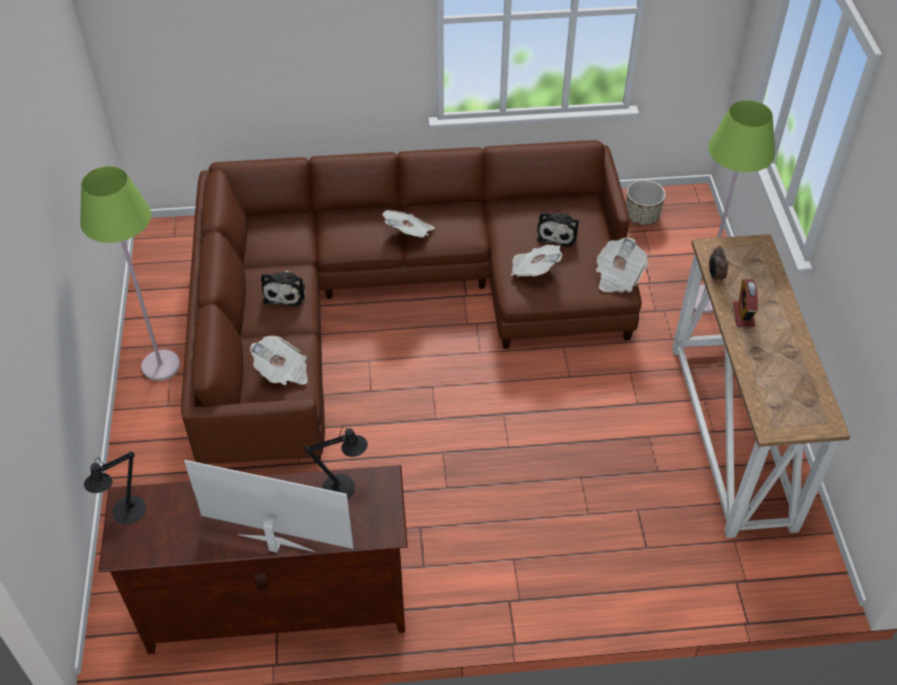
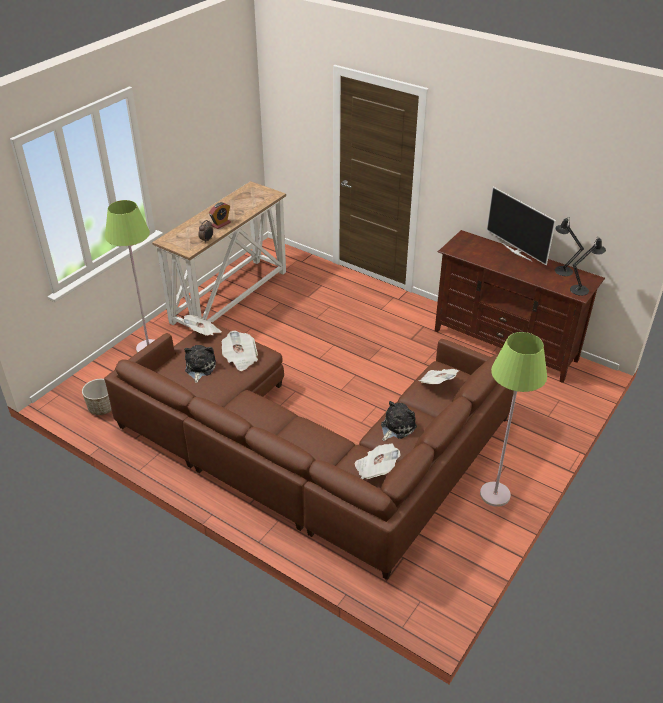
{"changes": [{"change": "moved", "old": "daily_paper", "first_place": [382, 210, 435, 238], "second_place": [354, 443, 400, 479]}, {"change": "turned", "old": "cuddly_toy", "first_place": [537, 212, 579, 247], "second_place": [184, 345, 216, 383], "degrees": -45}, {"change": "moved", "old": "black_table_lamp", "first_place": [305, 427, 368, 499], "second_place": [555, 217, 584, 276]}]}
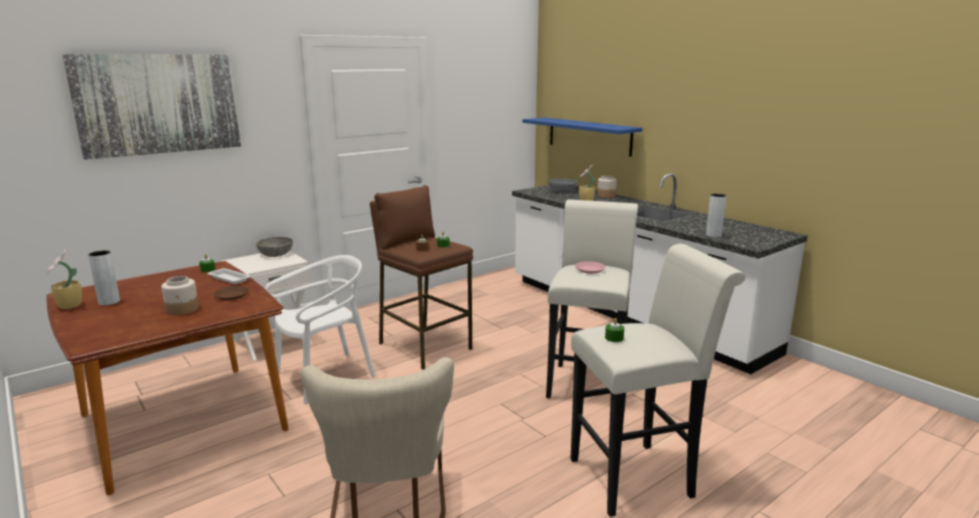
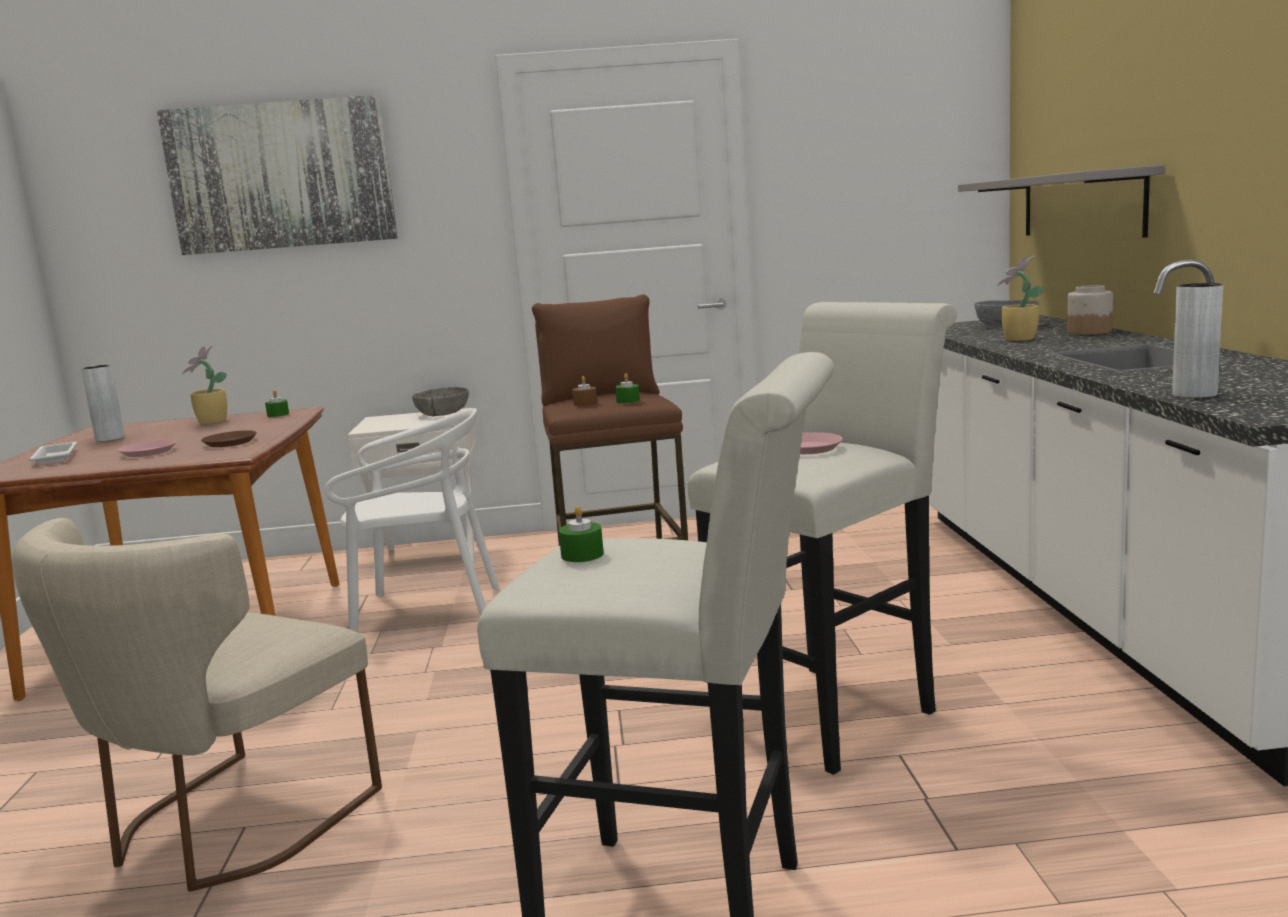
{"changes": [{"change": "recoloured", "old": "blue_bracket_shelf", "new": "gray_bracket_shelf", "first_place": [523, 118, 643, 157], "second_place": [958, 165, 1164, 237]}, {"change": "moved", "old": "potted_plant", "first_place": [47, 248, 82, 309], "second_place": [182, 345, 227, 424]}, {"change": "moved", "old": "white-coloured_carrying_tray", "first_place": [207, 268, 251, 284], "second_place": [29, 442, 77, 465]}, {"change": "replaced", "old": "storage_jar", "new": "pink-coloured_dinner_plate", "first_place": [161, 276, 199, 315], "second_place": [118, 440, 176, 457]}]}
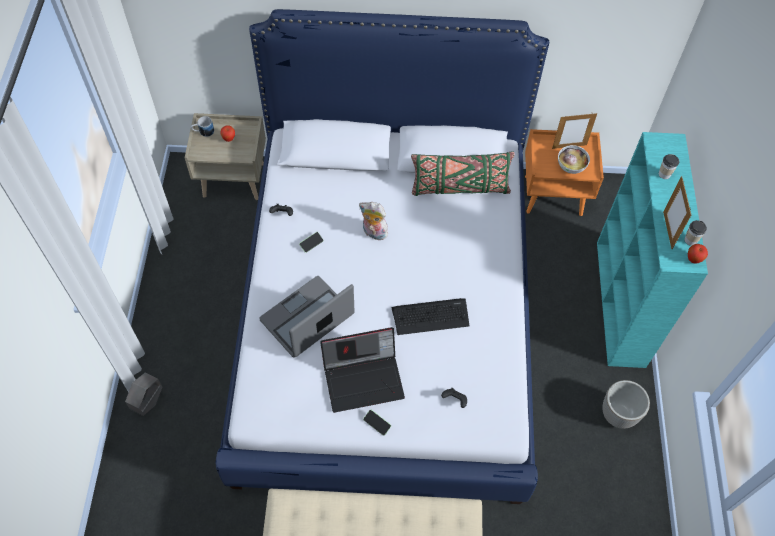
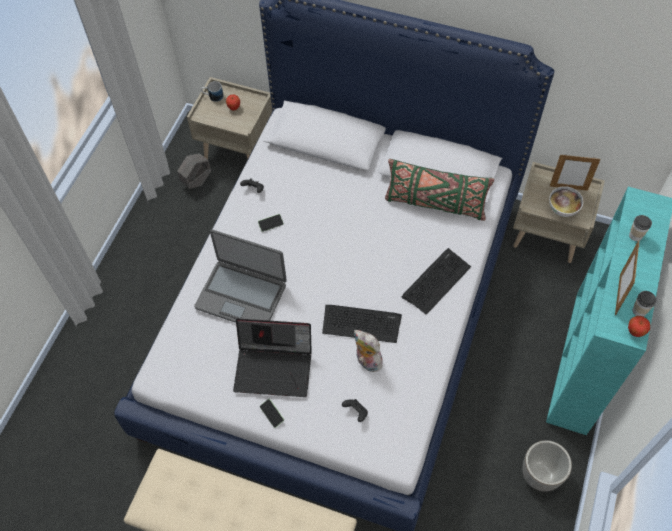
{"changes": [{"change": "recoloured", "old": "orange-coloured_nightstand", "new": "beige_nightstand", "first_place": [525, 129, 604, 216], "second_place": [513, 162, 605, 263]}, {"change": "moved", "old": "cuddly_toy", "first_place": [359, 202, 388, 240], "second_place": [354, 330, 382, 372]}, {"change": "turned", "old": "notebook_computer", "first_place": [259, 276, 355, 358], "second_place": [194, 229, 287, 323], "degrees": -135}, {"change": "moved", "old": "gray_plant_pot", "first_place": [125, 373, 162, 416], "second_place": [177, 153, 211, 189]}, {"change": "added", "new": "PC_keyboard", "second_place": [402, 248, 471, 315]}]}
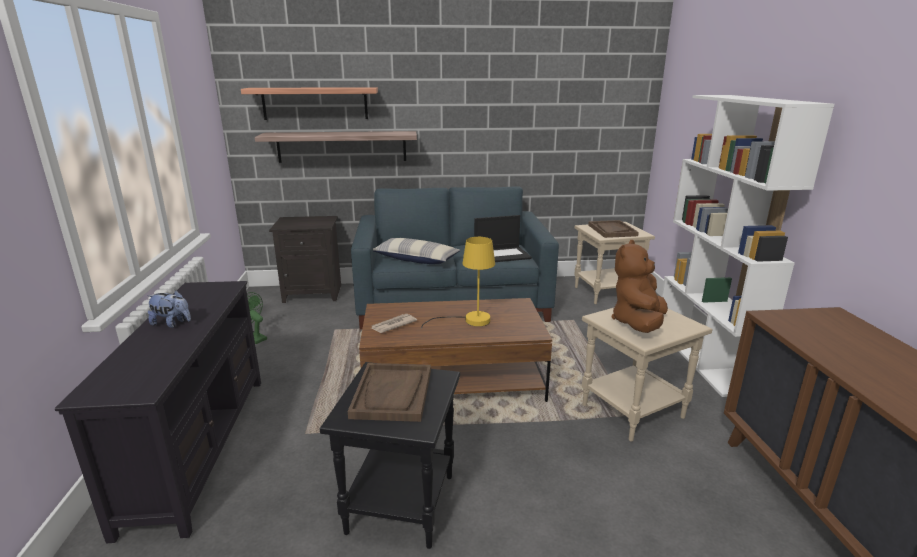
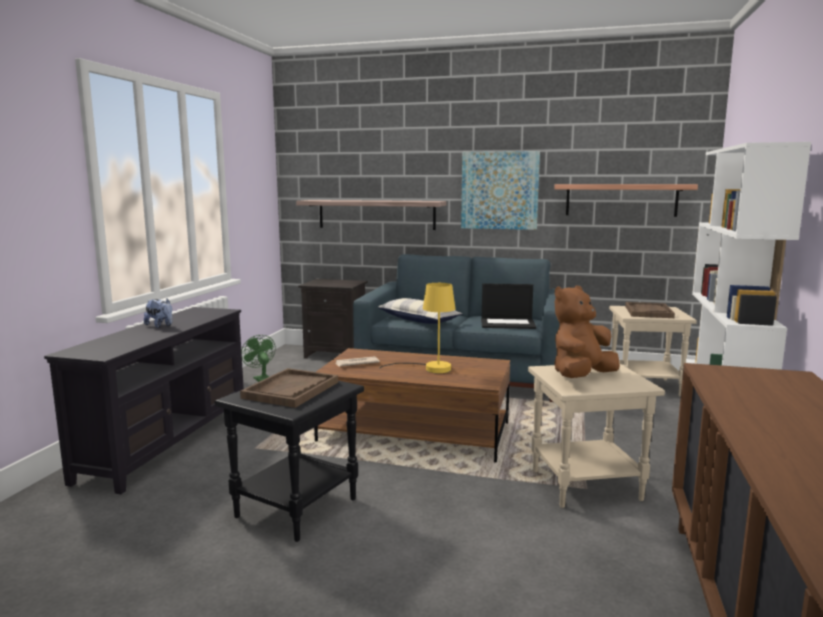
{"changes": [{"change": "moved", "old": "bracket_shelf", "first_place": [241, 87, 378, 120], "second_place": [554, 184, 698, 217]}, {"change": "added", "new": "wall_art", "second_place": [461, 151, 540, 230]}]}
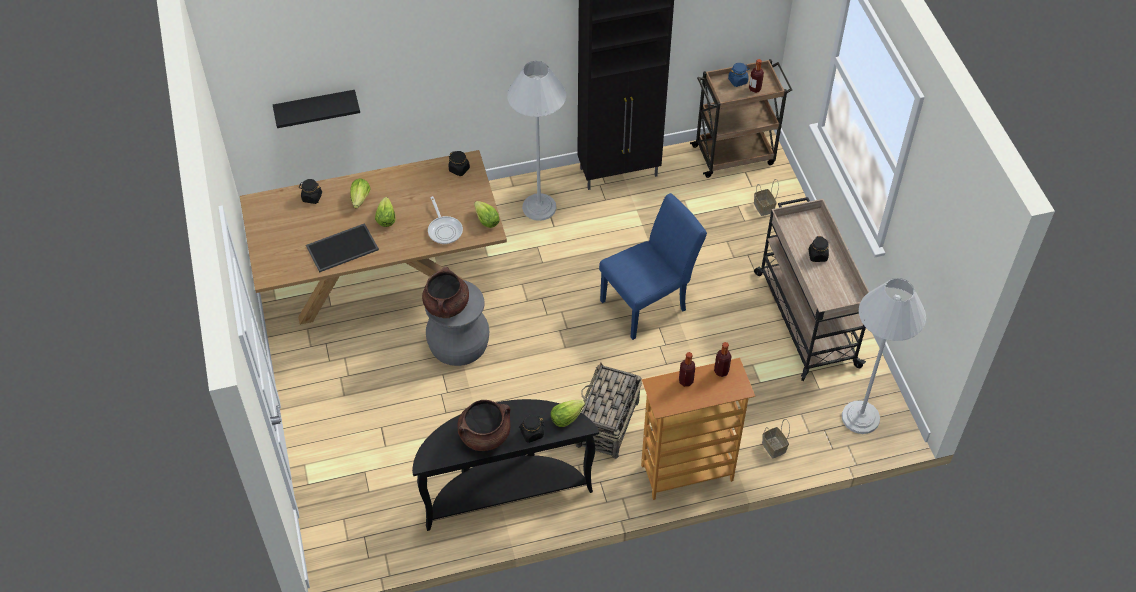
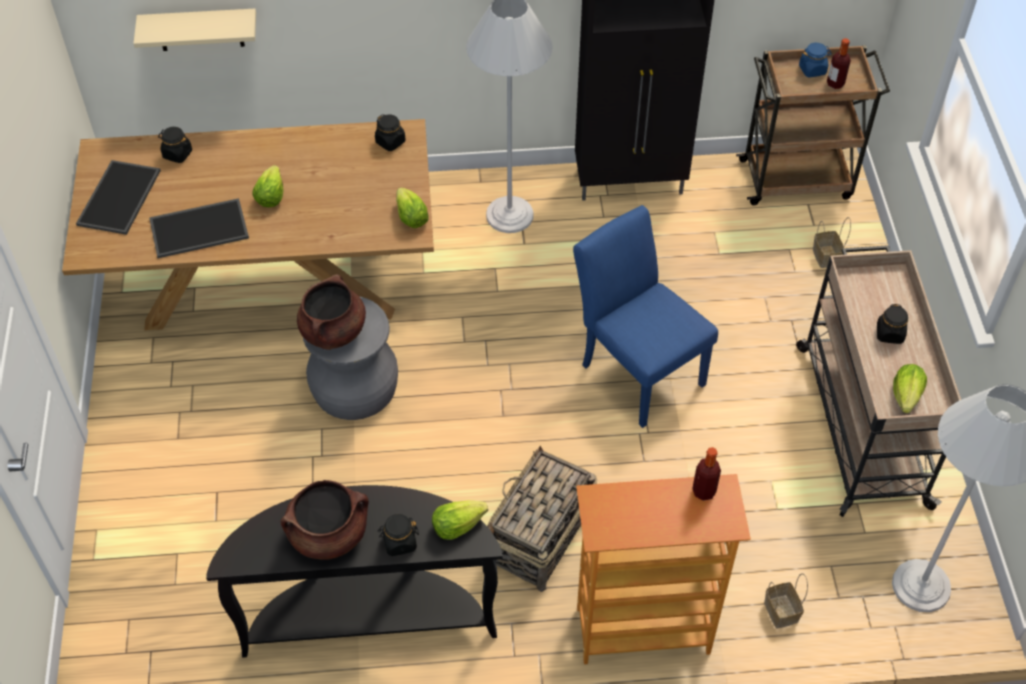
{"changes": [{"change": "recoloured", "old": "black_bracket_shelf", "new": "beige_bracket_shelf", "first_place": [273, 90, 360, 128], "second_place": [133, 9, 256, 51]}, {"change": "moved", "old": "head_of_lettuce", "first_place": [350, 178, 371, 208], "second_place": [893, 364, 927, 413]}, {"change": "turned", "old": "blue_plain_chair", "first_place": [599, 193, 707, 340], "second_place": [573, 205, 718, 428], "degrees": -105}, {"change": "removed", "old": "skillet", "first_place": [428, 196, 463, 244]}, {"change": "removed", "old": "beverage_bottle", "first_place": [679, 352, 695, 387]}, {"change": "added", "new": "carrying_tray", "second_place": [76, 160, 161, 235]}]}
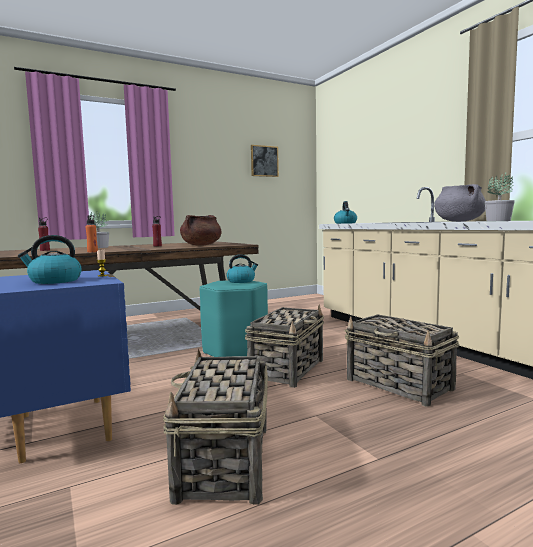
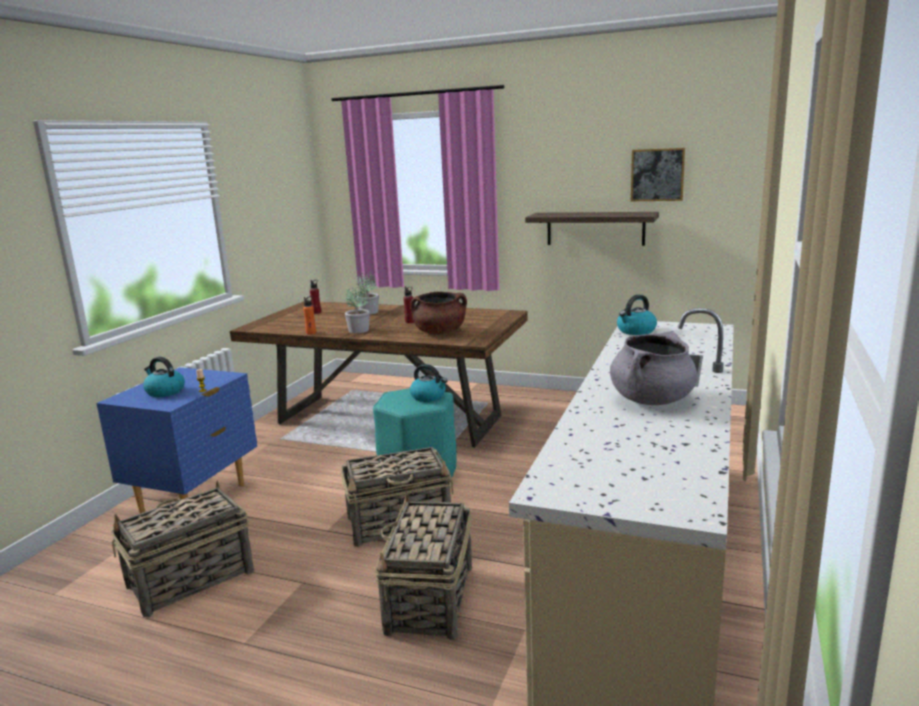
{"changes": [{"change": "moved", "old": "potted_plant", "first_place": [485, 173, 515, 221], "second_place": [345, 288, 370, 333]}, {"change": "added", "new": "bracket_shelf", "second_place": [525, 212, 659, 246]}]}
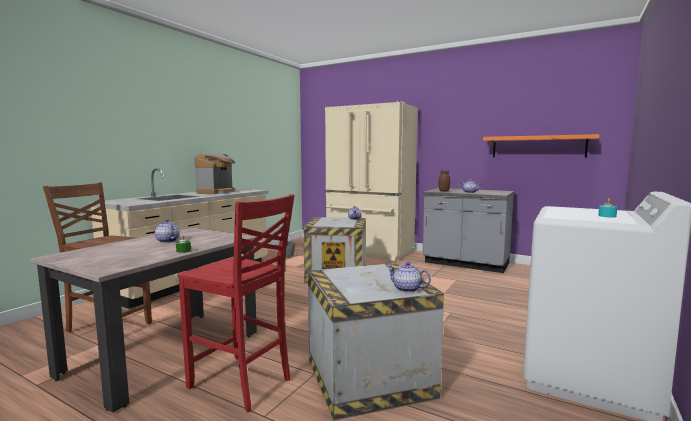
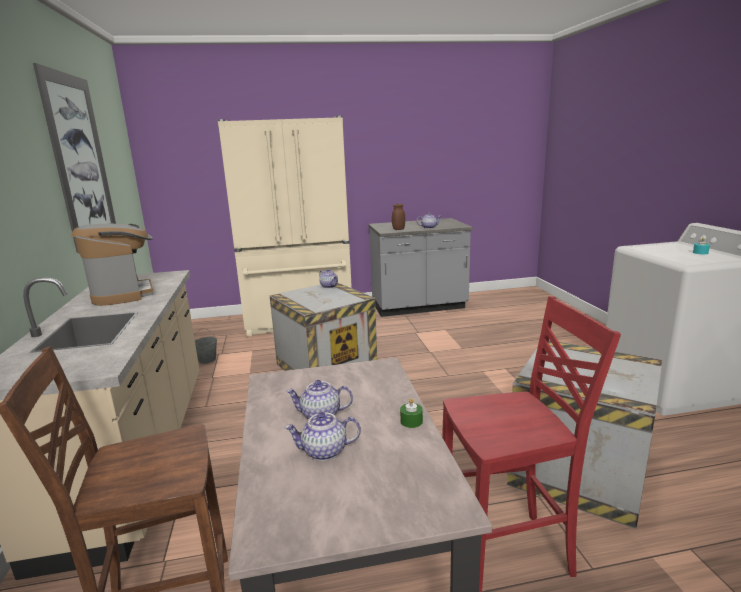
{"changes": [{"change": "removed", "old": "orange-coloured_bracket_shelf", "first_place": [483, 134, 600, 158]}, {"change": "moved", "old": "tea_pot", "first_place": [387, 262, 431, 293], "second_place": [284, 412, 361, 461]}, {"change": "added", "new": "wall_art", "second_place": [33, 63, 116, 253]}]}
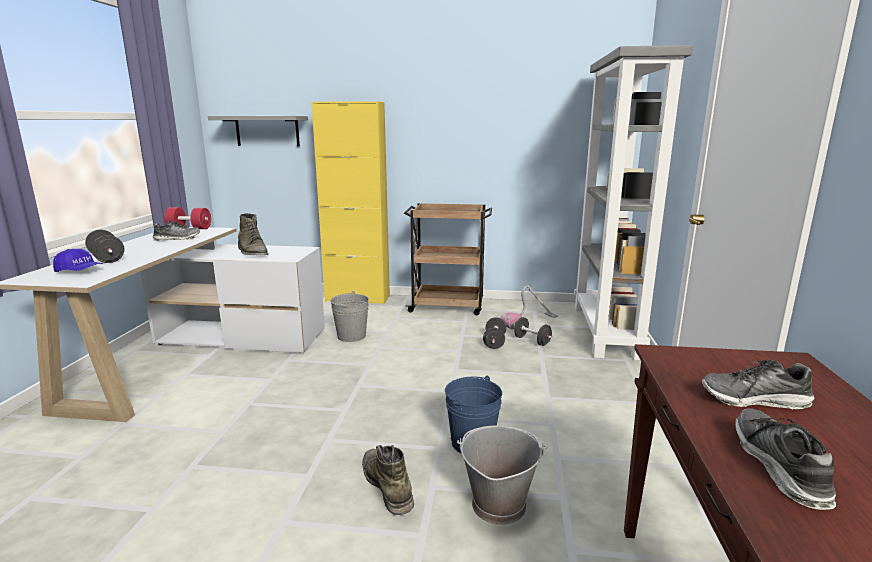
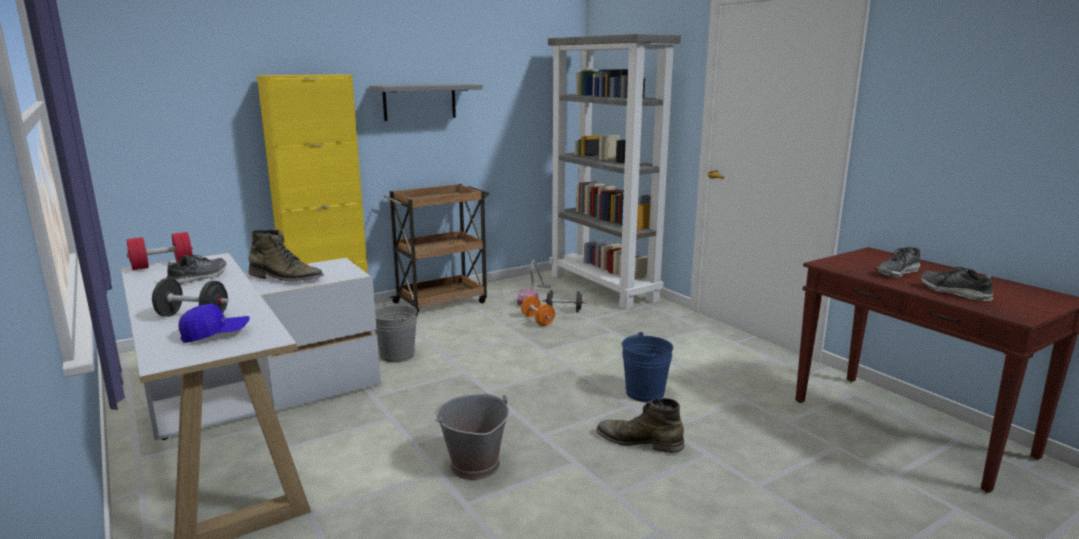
{"changes": [{"change": "moved", "old": "gray_bracket_shelf", "first_place": [208, 116, 308, 146], "second_place": [369, 84, 483, 121]}, {"change": "recoloured", "old": "black_dumbbell", "new": "orange-coloured_dumbbell", "first_place": [483, 317, 507, 349], "second_place": [521, 296, 555, 326]}, {"change": "moved", "old": "gray_bucket", "first_place": [457, 425, 547, 525], "second_place": [435, 394, 509, 480]}]}
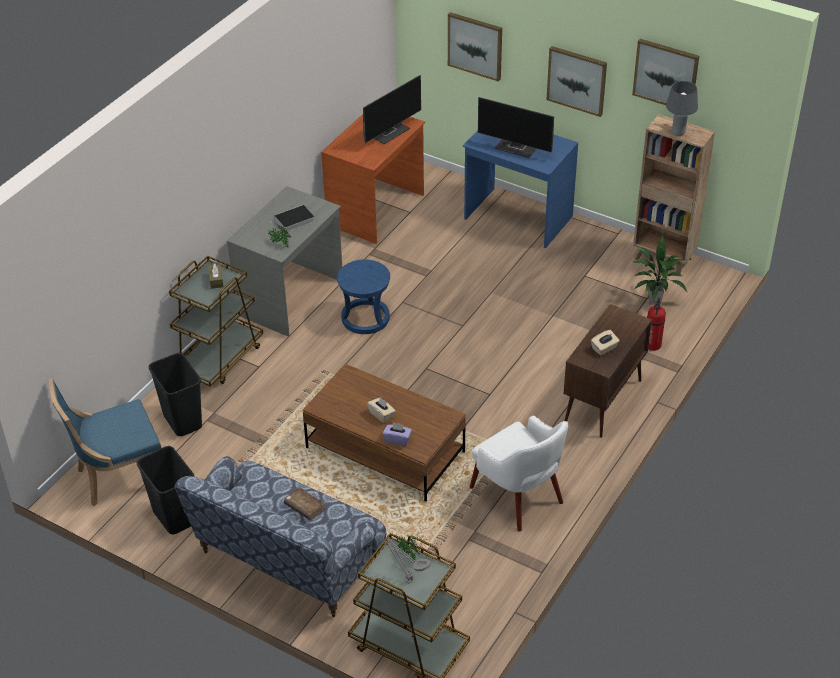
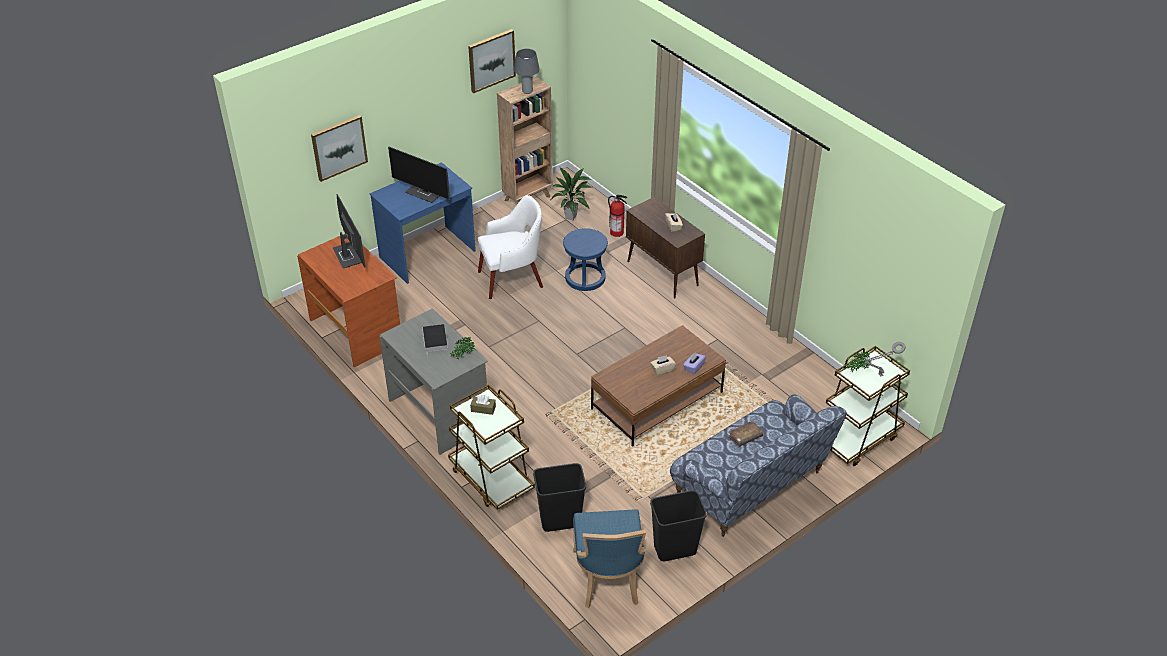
{"changes": [{"change": "removed", "old": "wall_art", "first_place": [546, 46, 607, 117]}, {"change": "turned", "old": "computer_display", "first_place": [478, 97, 554, 158], "second_place": [388, 147, 450, 203], "degrees": 75}, {"change": "moved", "old": "blue_stool_seat", "first_place": [337, 260, 390, 334], "second_place": [563, 228, 608, 291]}, {"change": "moved", "old": "white-coloured_armchair", "first_place": [470, 416, 568, 532], "second_place": [478, 195, 543, 299]}]}
